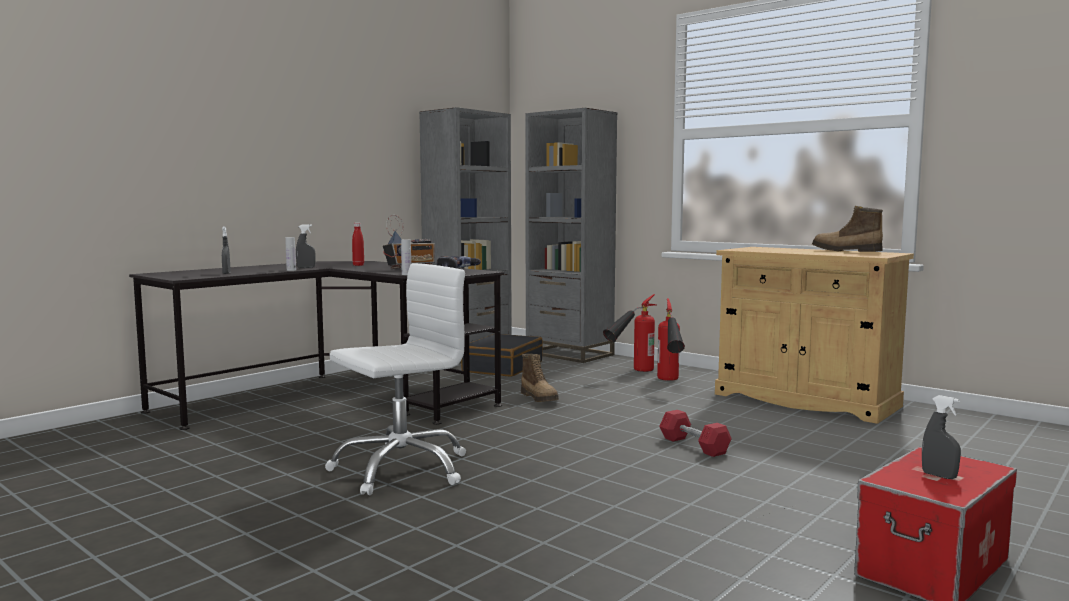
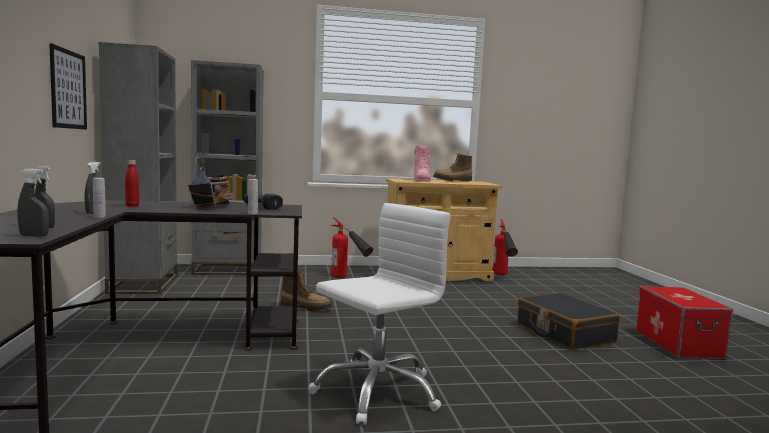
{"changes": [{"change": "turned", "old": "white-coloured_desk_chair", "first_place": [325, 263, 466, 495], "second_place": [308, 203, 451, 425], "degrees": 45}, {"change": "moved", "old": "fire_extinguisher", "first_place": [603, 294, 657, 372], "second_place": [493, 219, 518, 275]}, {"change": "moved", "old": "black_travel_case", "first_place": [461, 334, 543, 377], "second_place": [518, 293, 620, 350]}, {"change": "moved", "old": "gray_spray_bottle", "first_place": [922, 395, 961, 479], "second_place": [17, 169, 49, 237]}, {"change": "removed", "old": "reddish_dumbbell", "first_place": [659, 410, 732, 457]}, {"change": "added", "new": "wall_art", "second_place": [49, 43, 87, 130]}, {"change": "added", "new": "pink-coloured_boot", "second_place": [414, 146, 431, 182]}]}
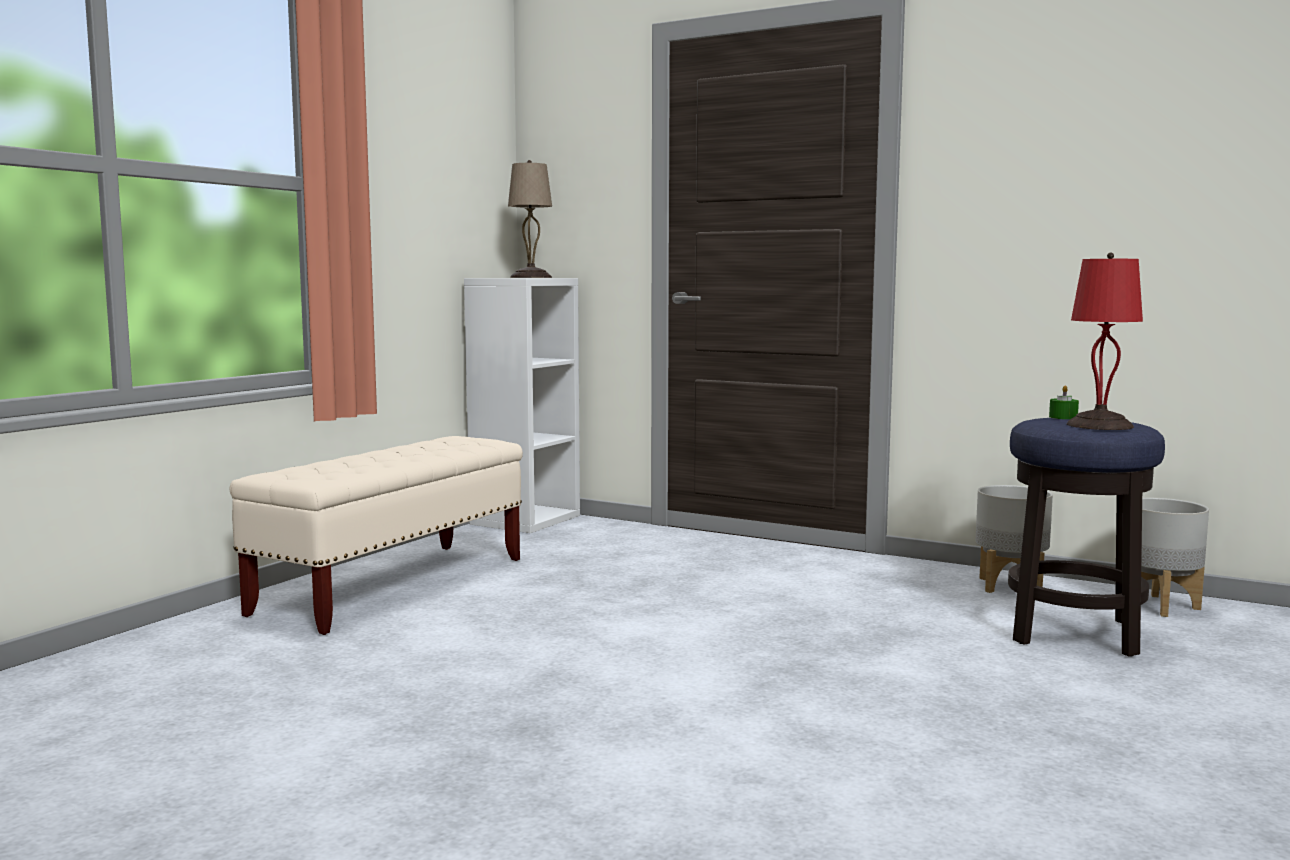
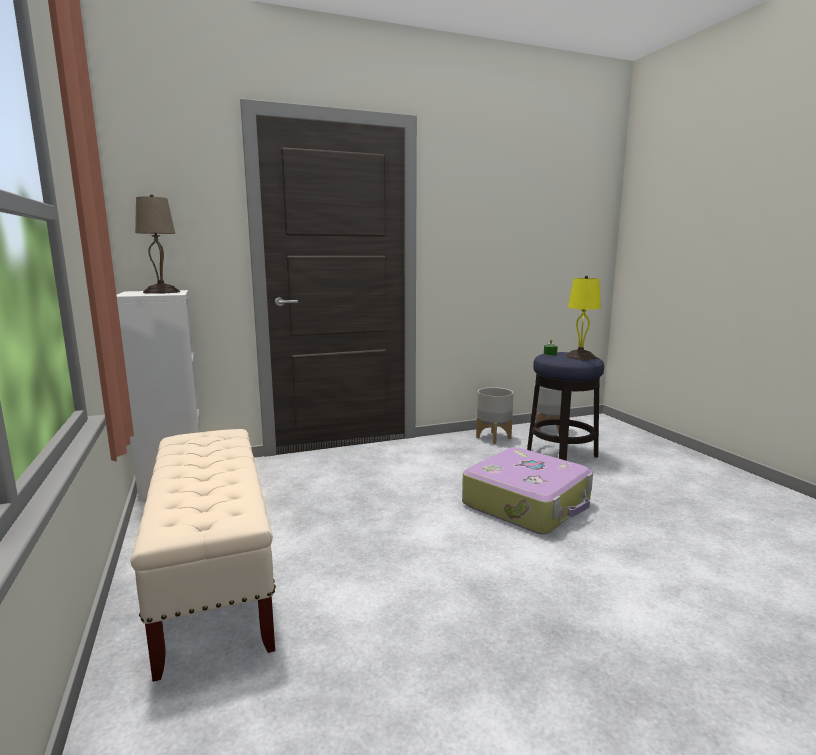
{"changes": [{"change": "recoloured", "old": "reddish_table_lamp", "new": "yellow_table_lamp", "first_place": [1067, 252, 1143, 430], "second_place": [565, 275, 601, 360]}, {"change": "added", "new": "travel_case", "second_place": [462, 447, 593, 534]}]}
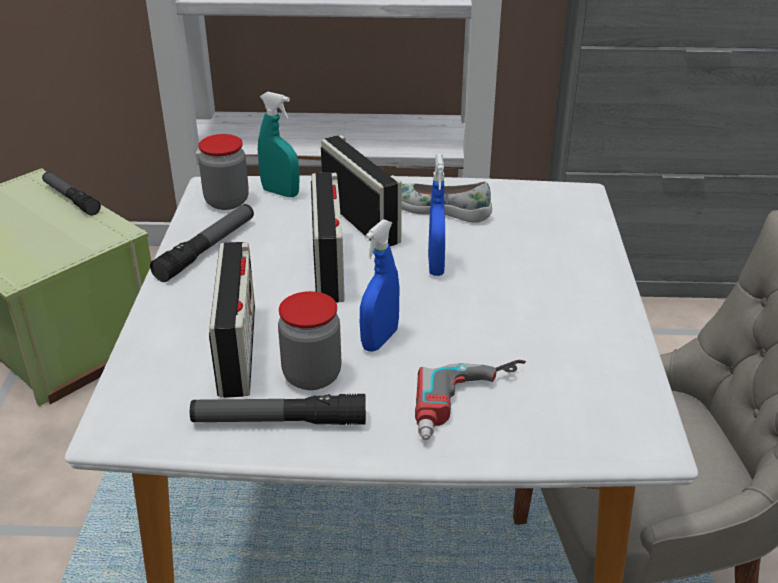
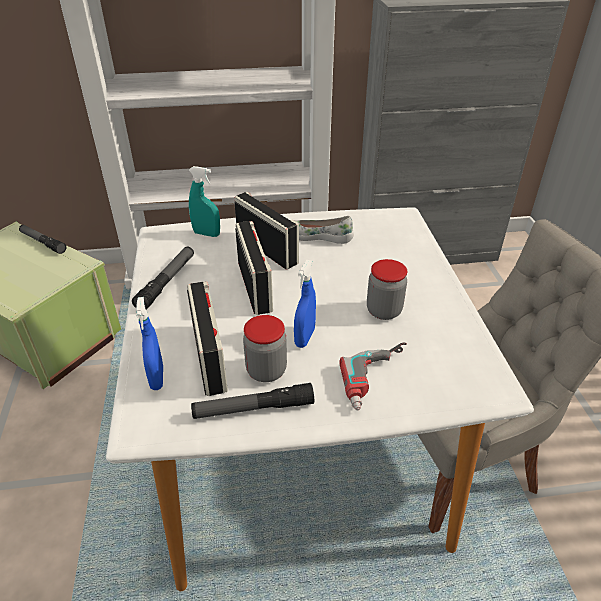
{"changes": [{"change": "moved", "old": "storage_jar", "first_place": [198, 134, 249, 210], "second_place": [367, 259, 407, 320]}, {"change": "moved", "old": "blue_spray_bottle", "first_place": [428, 154, 445, 276], "second_place": [136, 297, 163, 390]}]}
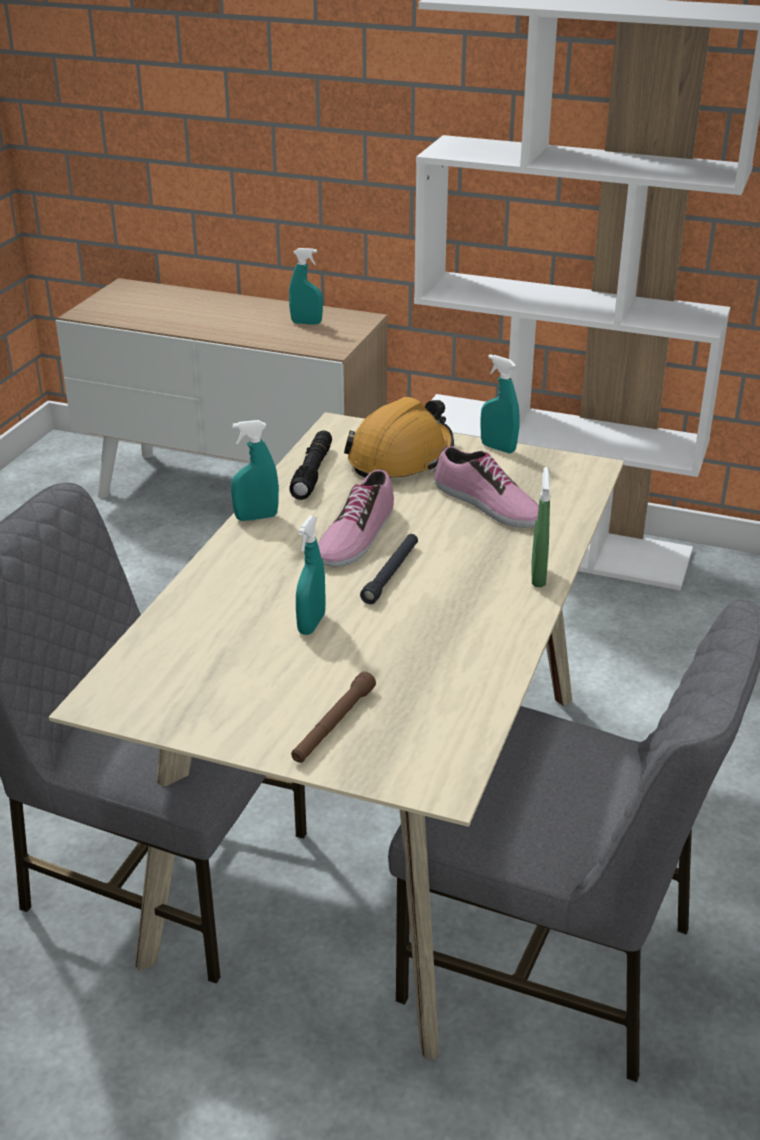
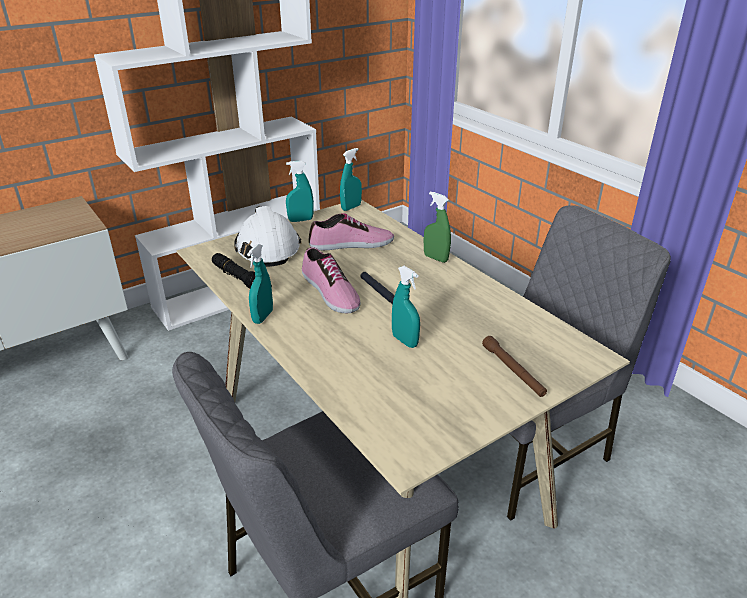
{"changes": [{"change": "moved", "old": "turquoise-coloured_spray_bottle", "first_place": [289, 248, 323, 325], "second_place": [340, 148, 362, 211]}, {"change": "recoloured", "old": "orange-coloured_work_helmet", "new": "white-coloured_work_helmet", "first_place": [344, 397, 454, 478], "second_place": [234, 206, 301, 267]}]}
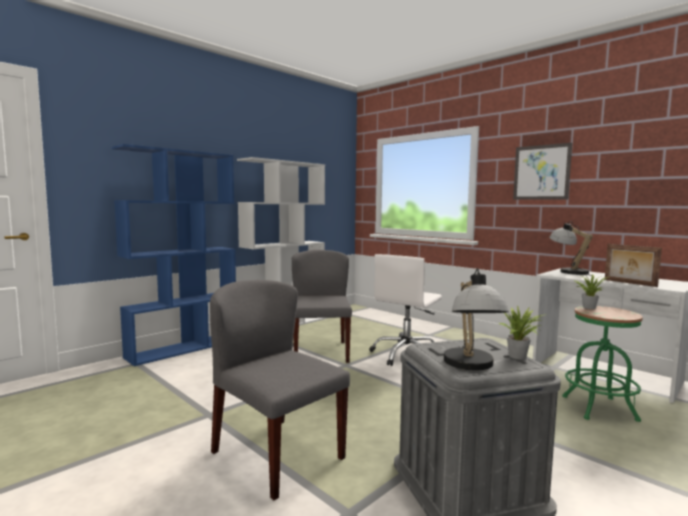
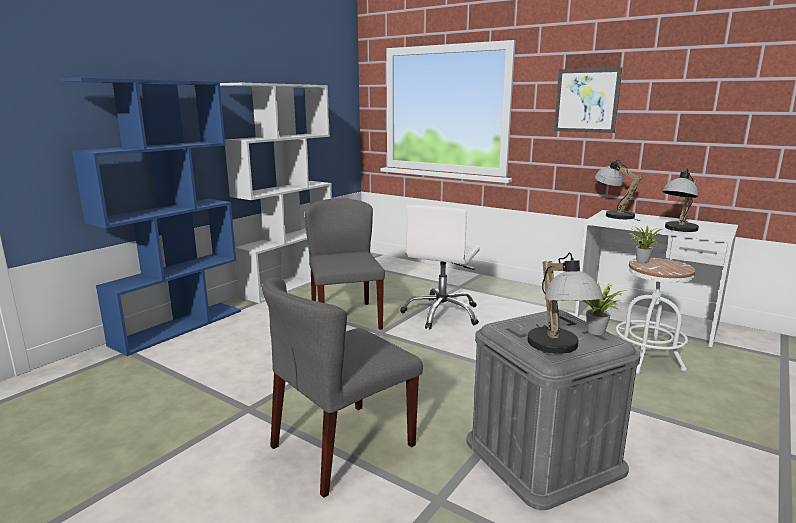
{"changes": [{"change": "replaced", "old": "photo_frame", "new": "table_lamp", "first_place": [605, 244, 662, 287], "second_place": [662, 168, 699, 232]}, {"change": "turned", "old": "gray_plain_chair", "first_place": [210, 280, 350, 500], "second_place": [262, 277, 423, 498], "degrees": -75}, {"change": "recoloured", "old": "green-coloured_stool_seat", "new": "white-coloured_stool_seat", "first_place": [562, 306, 643, 422], "second_place": [616, 258, 695, 374]}]}
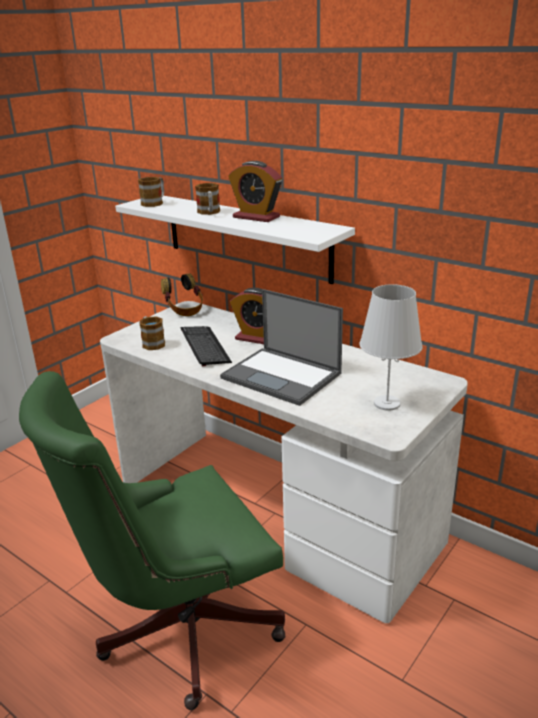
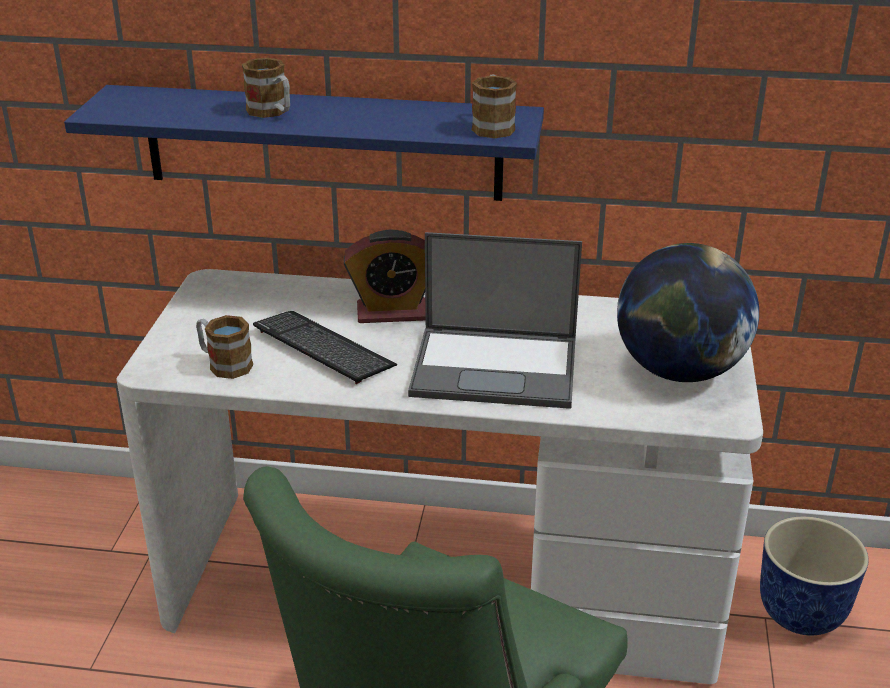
{"changes": [{"change": "removed", "old": "table_clock", "first_place": [228, 161, 282, 222]}, {"change": "moved", "old": "mug", "first_place": [138, 177, 164, 207], "second_place": [472, 75, 517, 138]}, {"change": "recoloured", "old": "white-coloured_bracket_shelf", "new": "blue_bracket_shelf", "first_place": [115, 196, 355, 284], "second_place": [64, 85, 544, 201]}, {"change": "removed", "old": "headset", "first_place": [161, 273, 203, 316]}, {"change": "replaced", "old": "white-coloured_table_lamp", "new": "desk_globe", "first_place": [360, 284, 423, 411], "second_place": [617, 243, 759, 382]}, {"change": "added", "new": "plant_pot", "second_place": [760, 516, 869, 635]}]}
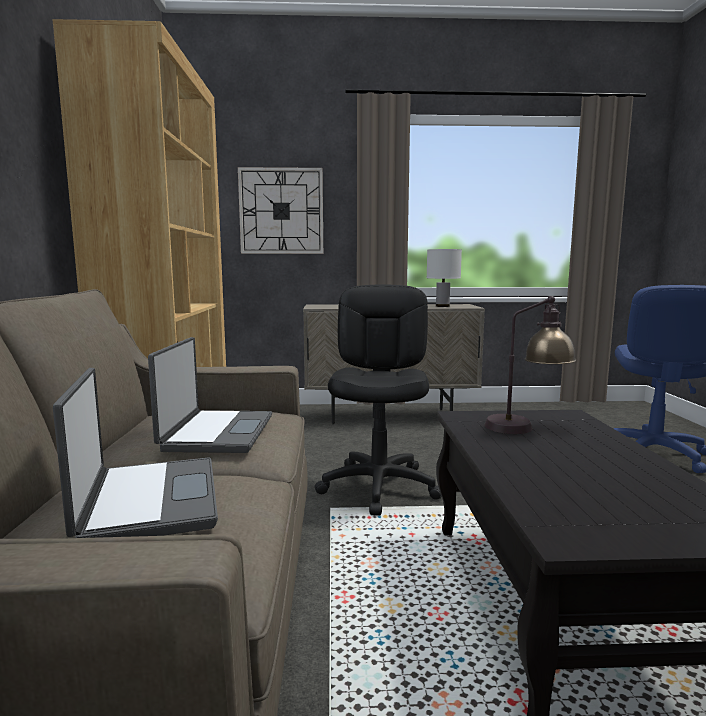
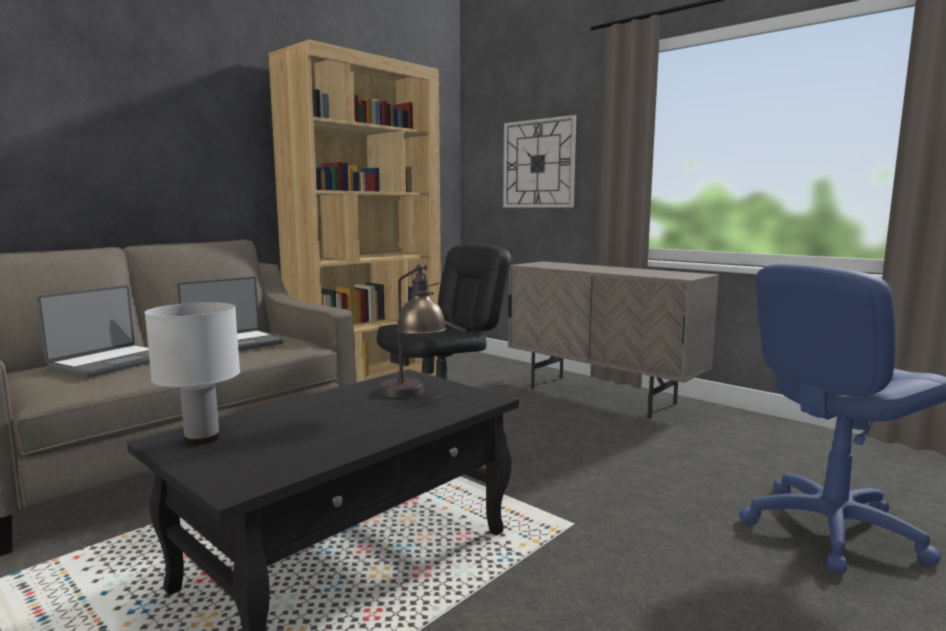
{"changes": [{"change": "moved", "old": "white-coloured_table_lamp", "first_place": [427, 249, 462, 307], "second_place": [144, 302, 240, 445]}]}
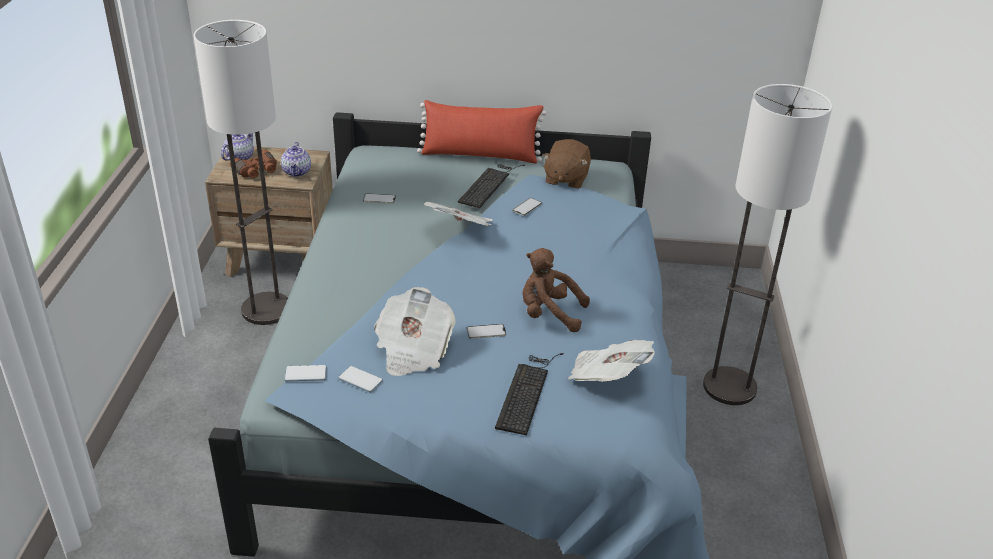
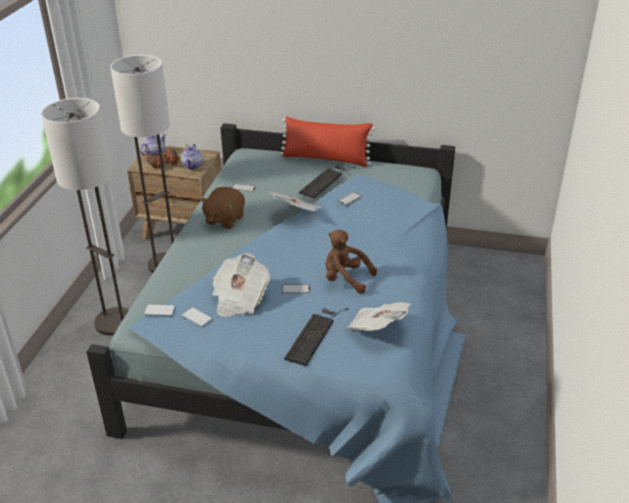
{"changes": [{"change": "moved", "old": "standing_lamp", "first_place": [703, 84, 833, 405], "second_place": [41, 98, 129, 335]}, {"change": "moved", "old": "brown_cuddly_toy", "first_place": [542, 139, 591, 188], "second_place": [200, 187, 245, 229]}]}
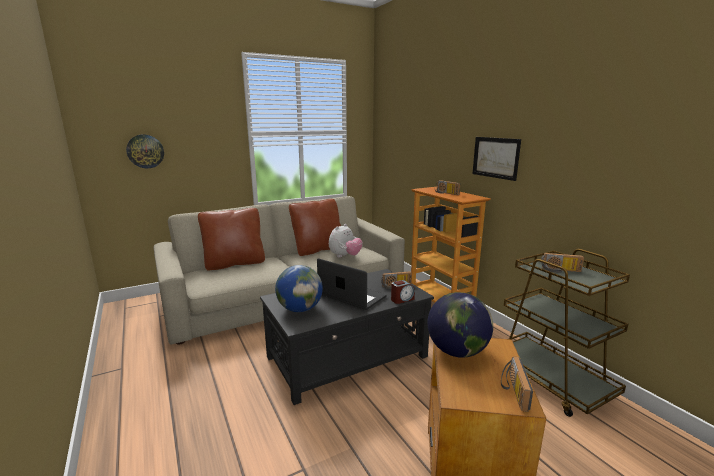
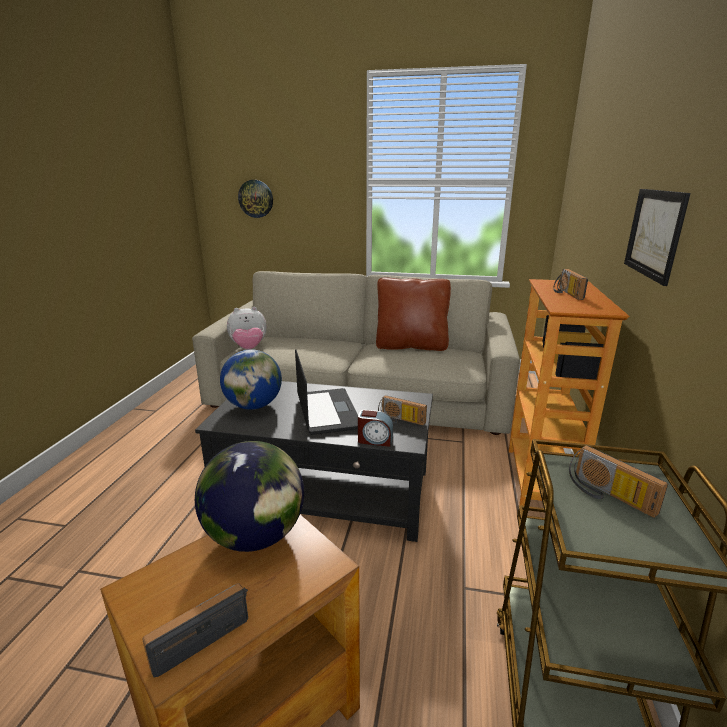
{"changes": [{"change": "removed", "old": "brown_cushion", "first_place": [198, 208, 265, 271]}, {"change": "moved", "old": "cuddly_toy", "first_place": [329, 224, 363, 258], "second_place": [227, 307, 267, 349]}]}
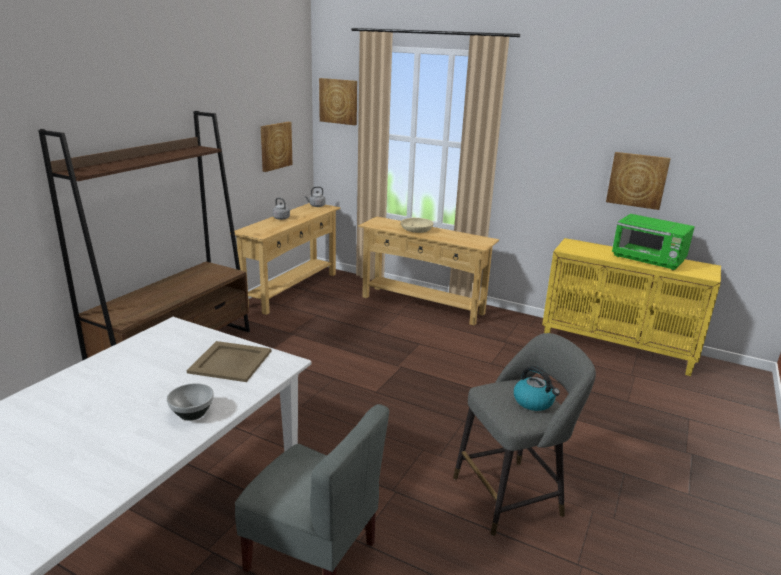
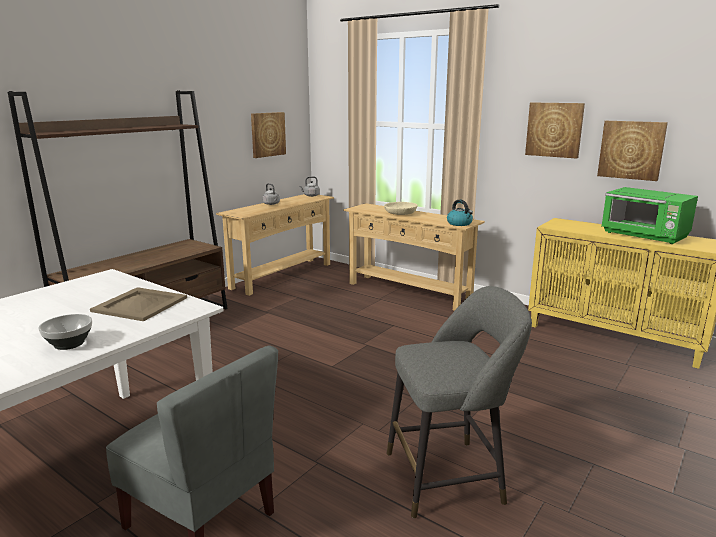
{"changes": [{"change": "moved", "old": "wall_art", "first_place": [319, 78, 357, 125], "second_place": [525, 103, 585, 159]}, {"change": "moved", "old": "kettle", "first_place": [514, 366, 560, 411], "second_place": [447, 200, 473, 226]}]}
